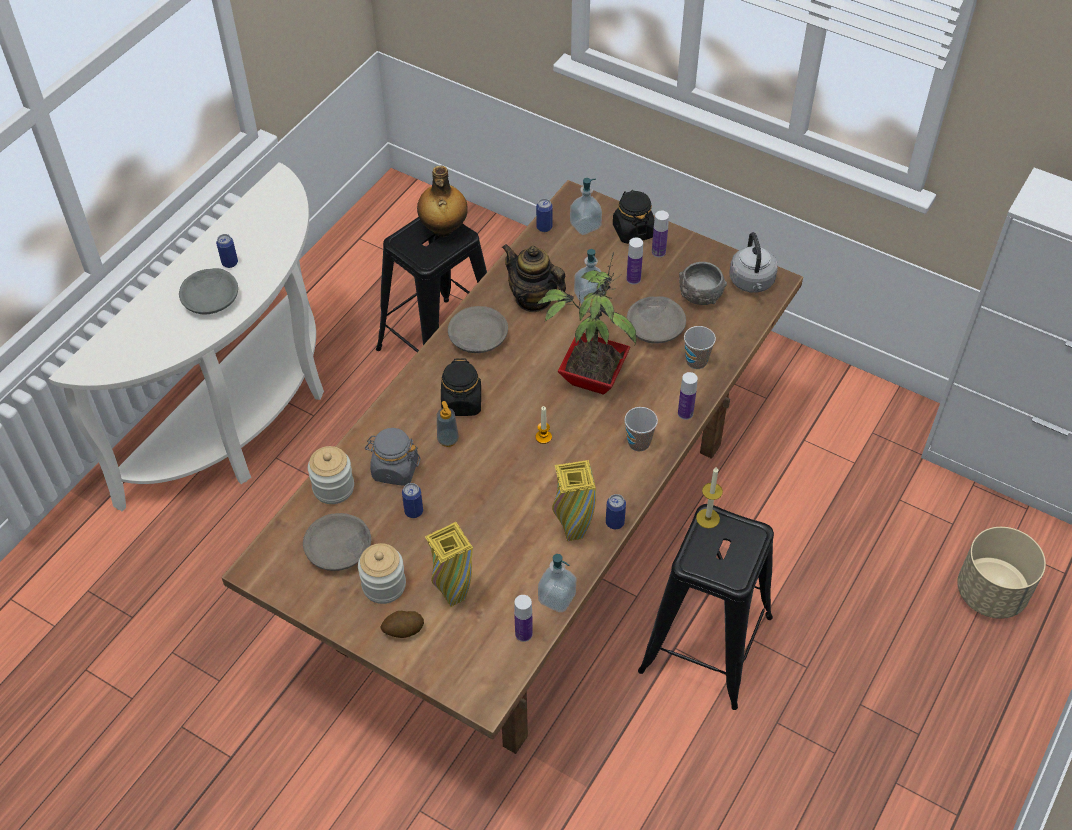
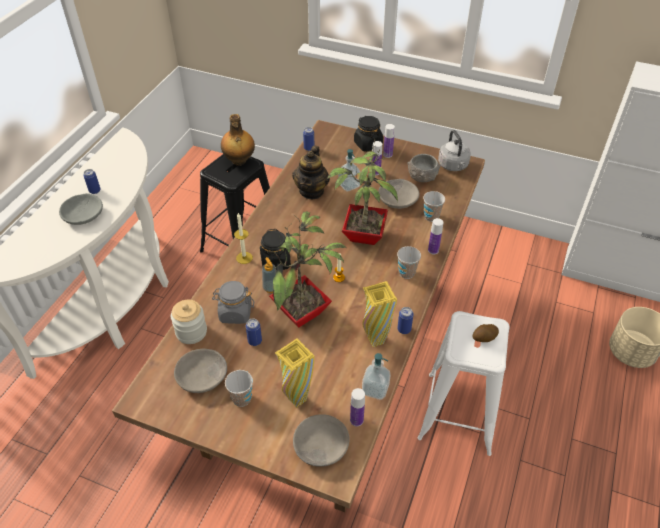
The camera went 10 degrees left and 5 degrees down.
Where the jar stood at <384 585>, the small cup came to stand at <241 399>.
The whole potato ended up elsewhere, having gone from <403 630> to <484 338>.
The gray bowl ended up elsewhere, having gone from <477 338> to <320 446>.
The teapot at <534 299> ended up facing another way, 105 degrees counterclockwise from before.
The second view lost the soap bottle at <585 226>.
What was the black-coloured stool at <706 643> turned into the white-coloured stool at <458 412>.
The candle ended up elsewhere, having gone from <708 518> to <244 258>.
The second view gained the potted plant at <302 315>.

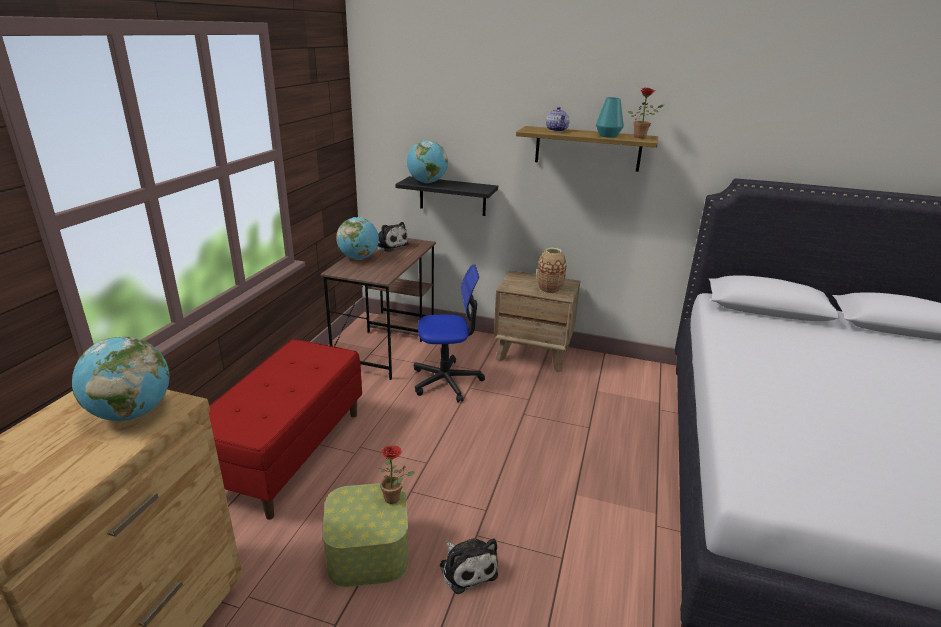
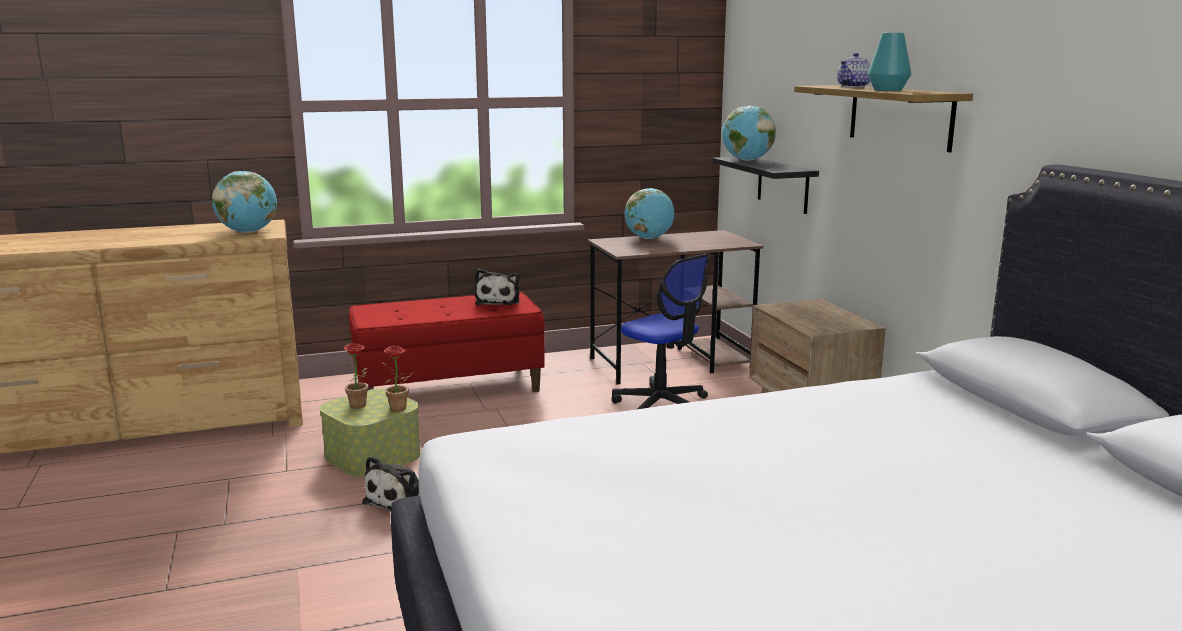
The camera went 55 degrees right and 10 degrees down.
The plush toy ended up elsewhere, having gone from <389 245> to <498 301>.
The second view lost the decorative vase at <549 289>.
The potted plant ended up elsewhere, having gone from <642 137> to <360 406>.

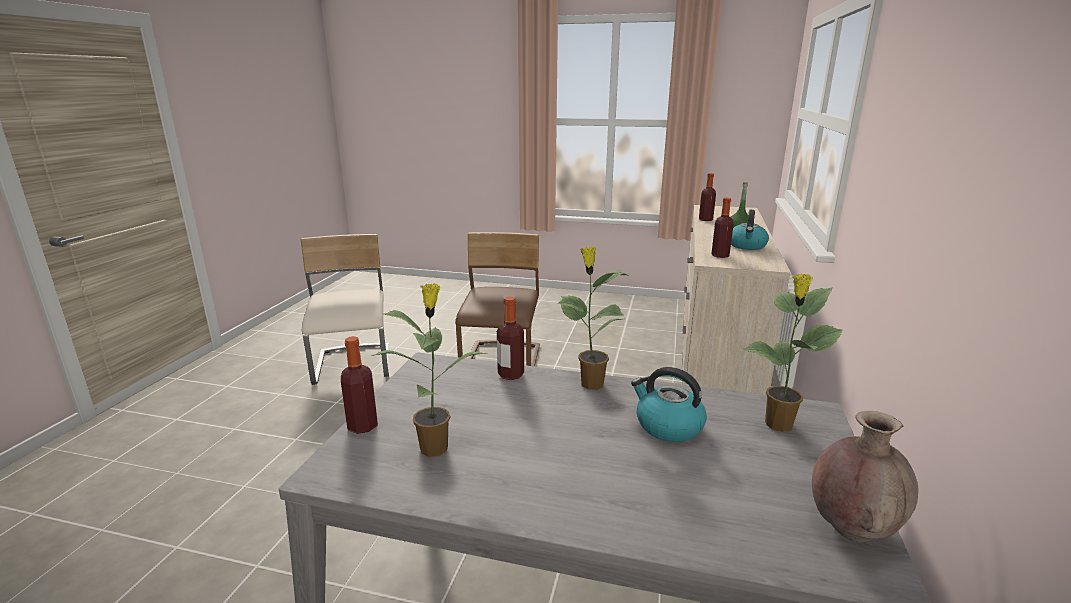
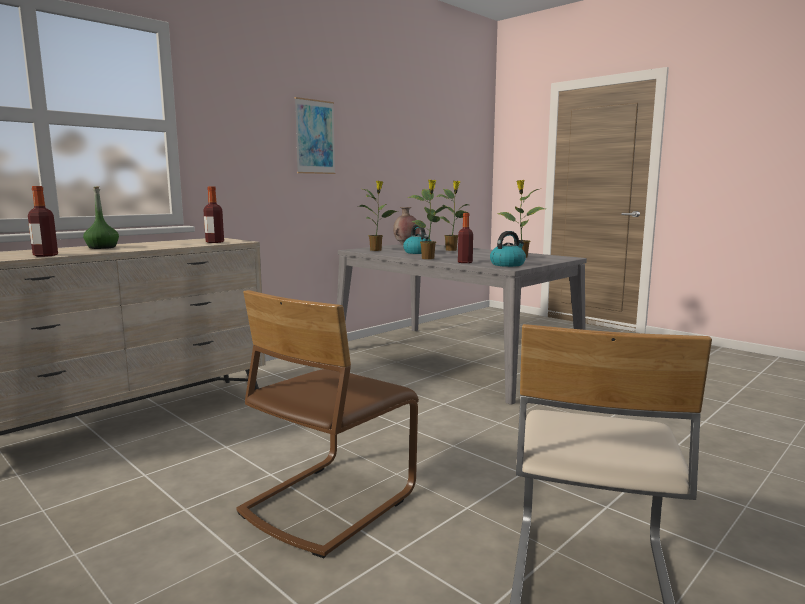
The camera went 150 degrees left and 10 degrees down.
The second view lost the drink bottle at <362 426>.
The kettle ended up elsewhere, having gone from <747 246> to <507 264>.
The second view gained the wall picture at <315 137>.
The second view gained the potted plant at <452 250>.

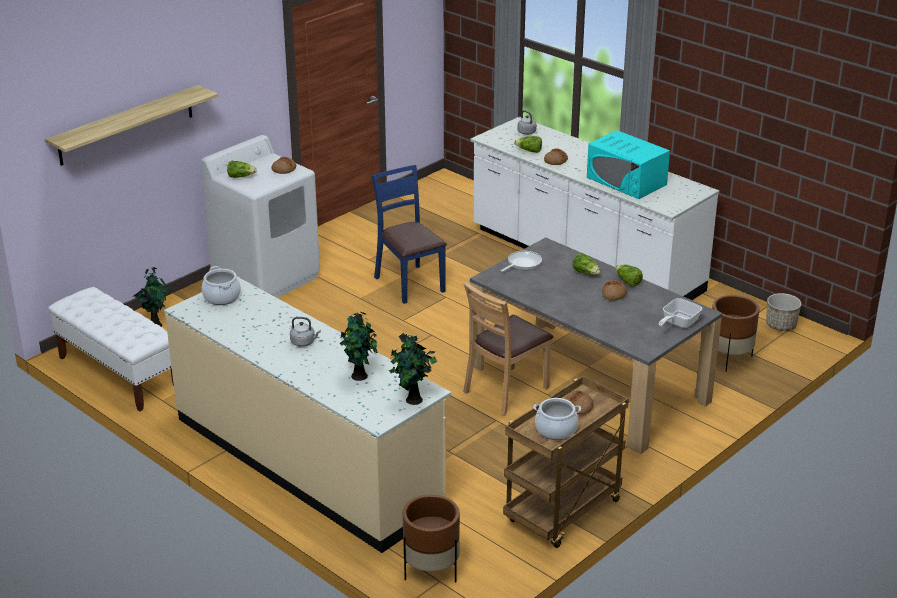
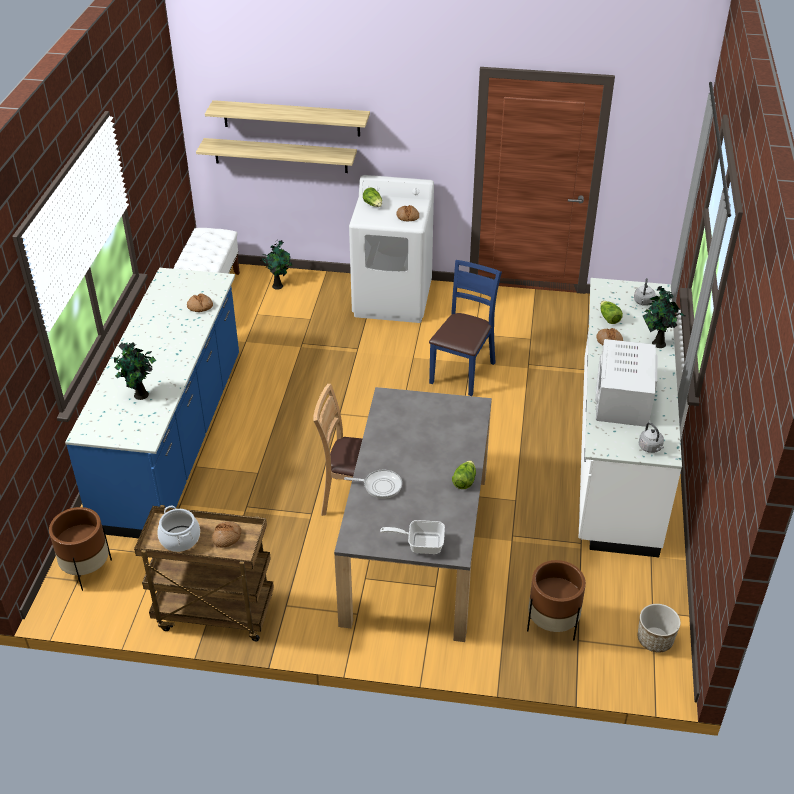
The camera went 55 degrees right and 10 degrees up.
What was the beige-coloured kitchen counter at <308 461> turned into the blue kitchen counter at <173 440>.
The second view lost the saucepot at <221 297>.
The gray kettle ended up elsewhere, having gone from <304 342> to <650 448>.
The potted plant ended up elsewhere, having gone from <413 400> to <657 343>.
The frying pan ended up elsewhere, having gone from <522 263> to <380 486>.
The second view lost the lettuce head at <586 273>.
What was the blue-green microwave at <626 181> turned into the white-coloured microwave at <623 398>.
The bakery bread ended up elsewhere, having gone from <614 294> to <200 307>.
The second view gained the wall shelf at <280 155>.

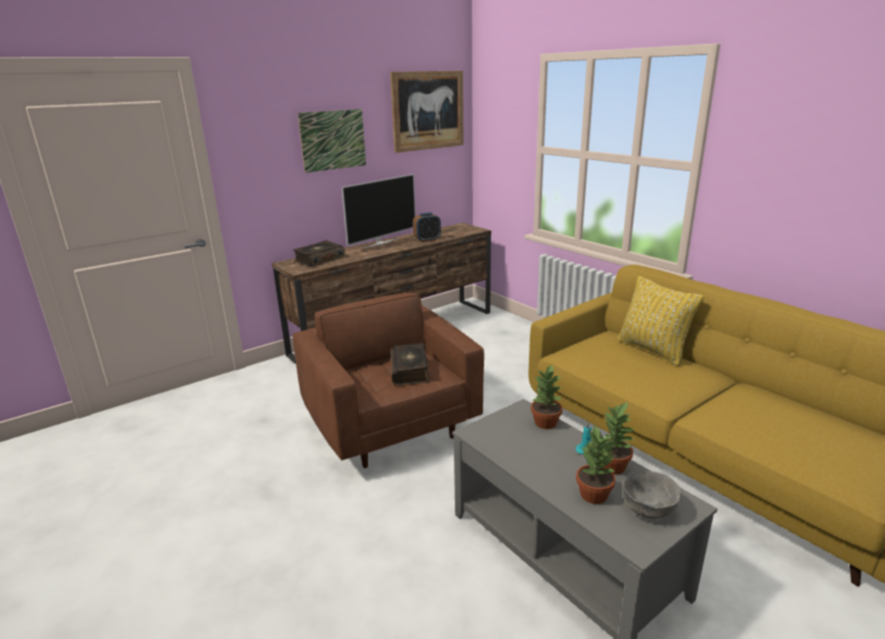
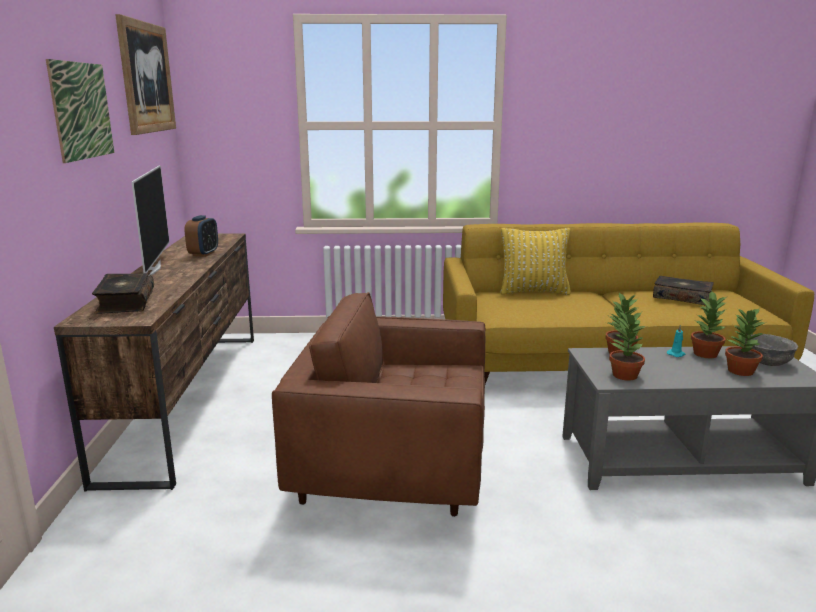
The camera went 55 degrees left and 5 degrees down.
The volume ended up elsewhere, having gone from <410 370> to <682 297>.
The second view gained the potted plant at <624 375>.

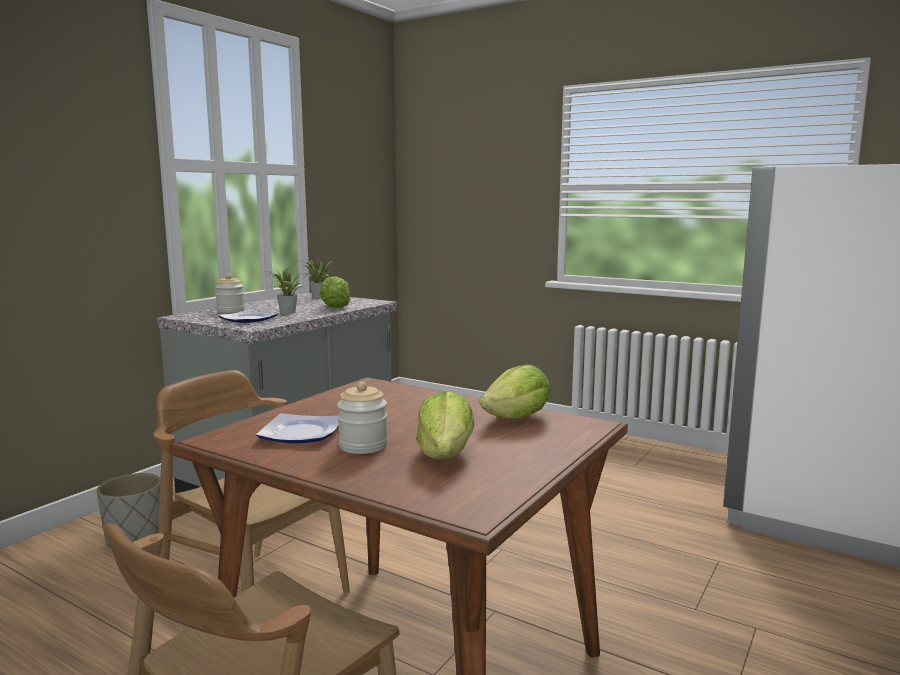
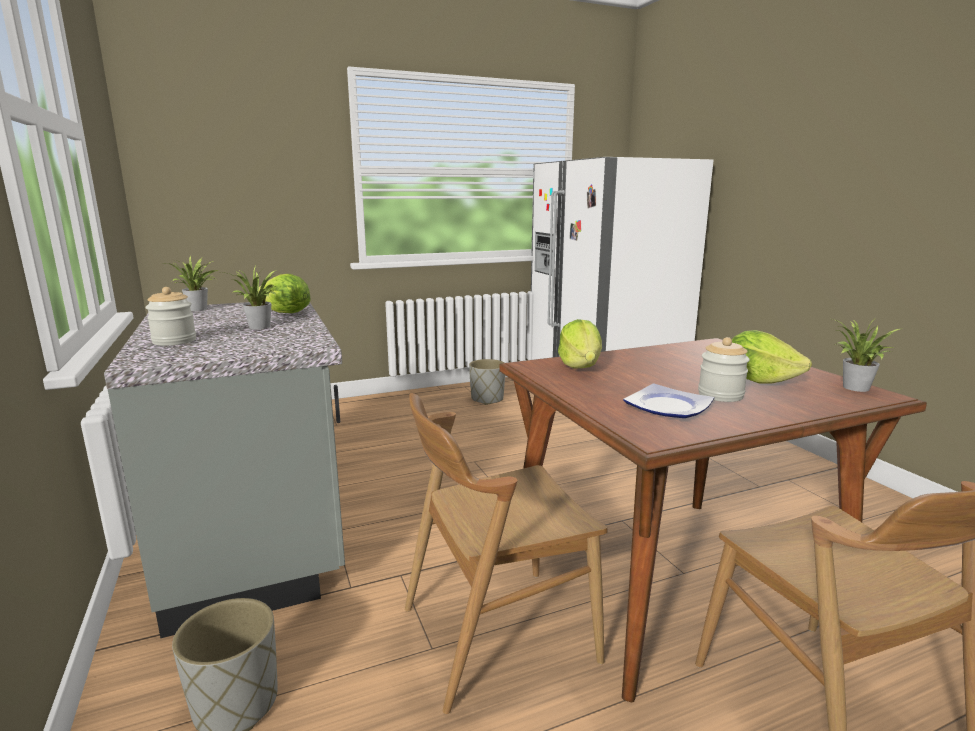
The camera went 55 degrees left and 5 degrees up.
The second view lost the flat dish at <249 319>.
The lettuce head ended up elsewhere, having gone from <517 418> to <580 366>.
The second view gained the gray plant pot at <487 399>.
The second view gained the potted plant at <854 388>.

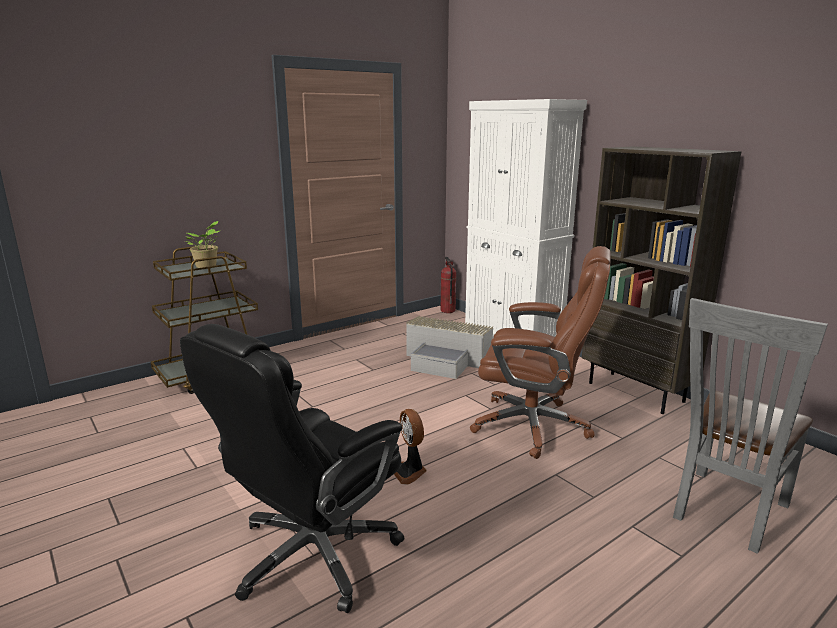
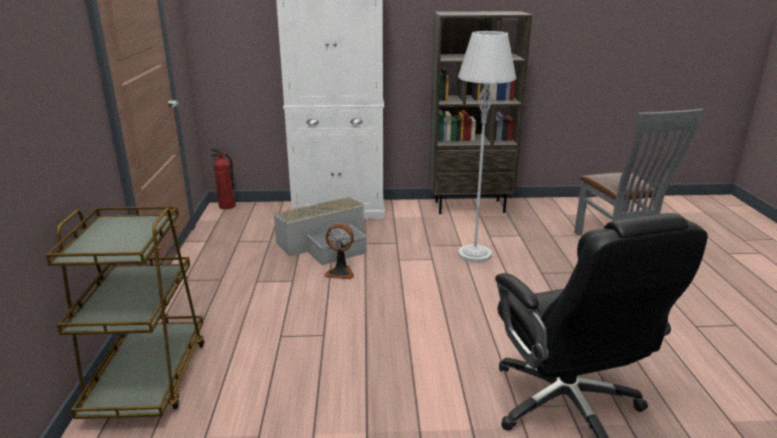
The camera went 55 degrees left and 5 degrees up.
The second view lost the potted plant at <207 266>.
The electric fan ended up elsewhere, having gone from <409 471> to <340 272>.
Where the brown-coloured desk chair stood at <534 426>, the gray floor lamp came to stand at <475 254>.

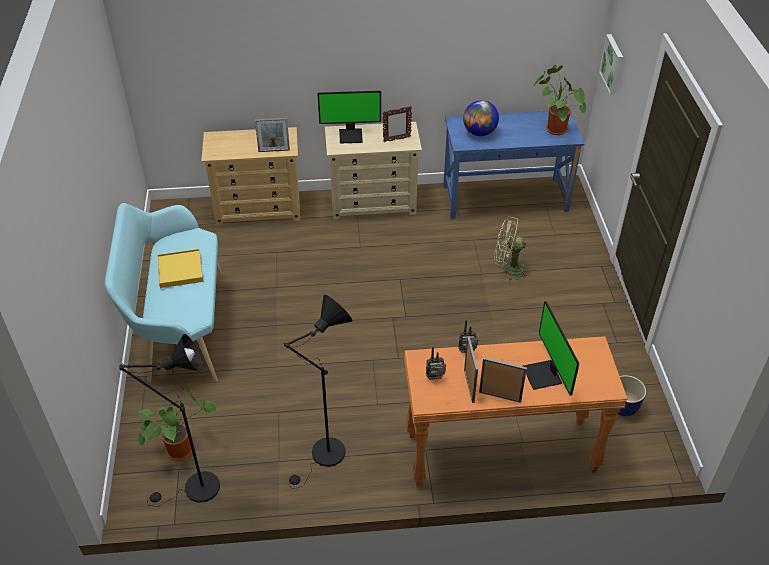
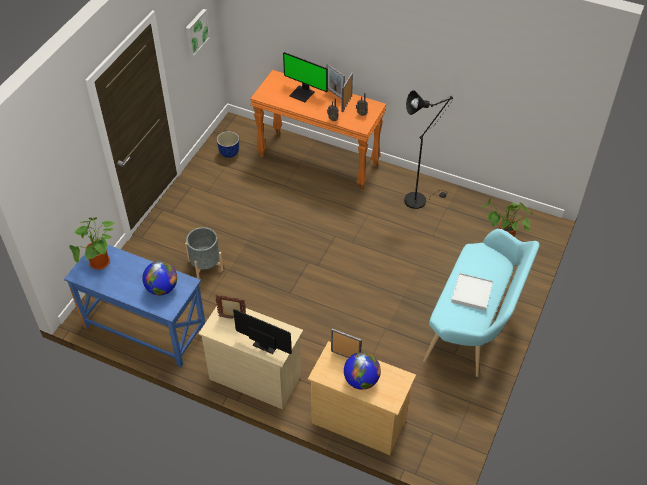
The camera went 150 degrees left and 5 degrees up.
The second view lost the black-coloured floor lamp at <195 490>.
What was the yellow tray at <180 270> turned into the white-coloured tray at <471 293>.
Where the green electric fan stood at <507 268>, the gray plant pot came to stand at <205 265>.
The computer display at <544 375> ended up facing another way, 105 degrees clockwise from before.
The wall picture ended up elsewhere, having gone from <613 64> to <196 32>.
The second view gained the desk globe at <361 380>.

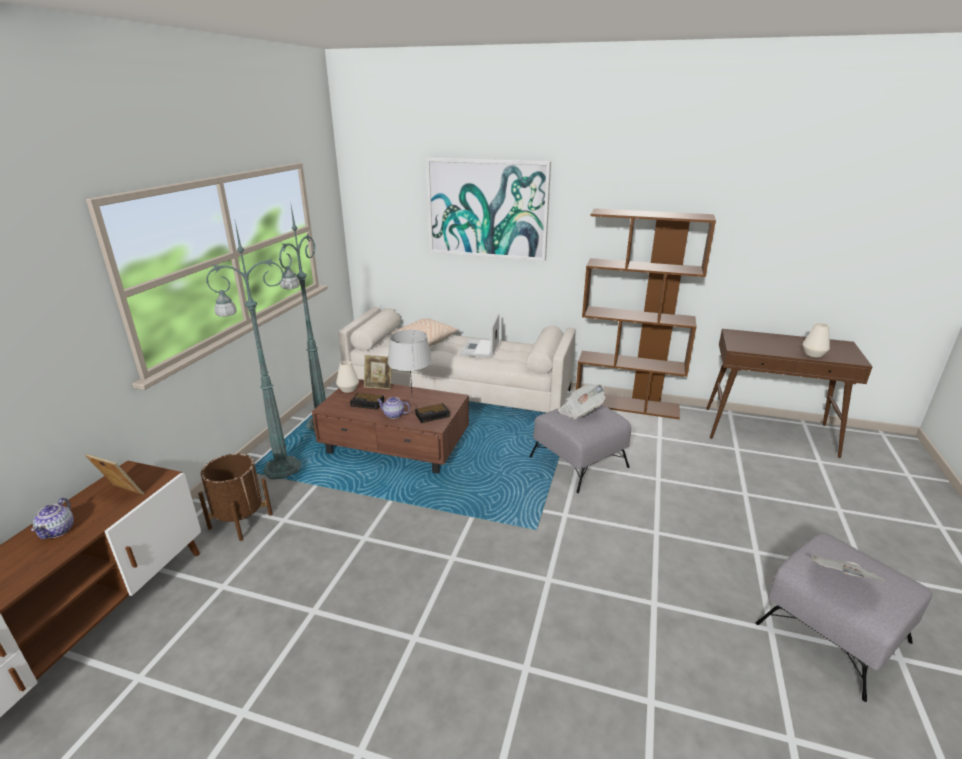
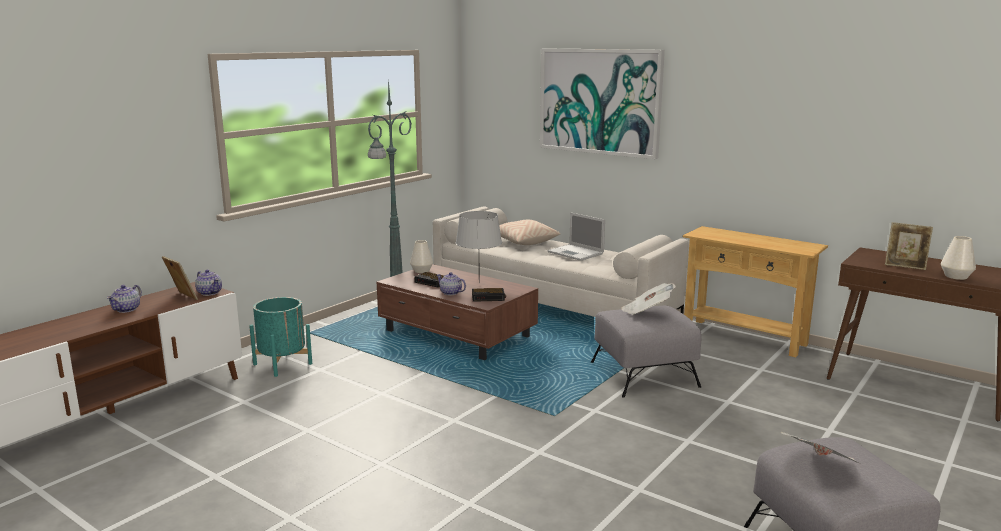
The camera went 20 degrees right and 10 degrees down.
What was the brown-coloured plant pot at <240 521> turned into the blue-green plant pot at <282 364>.
The second view lost the green floor lamp at <280 469>.
The standing frame ended up elsewhere, having gone from <379 386> to <905 266>.
The laptop at <480 349> ended up facing another way, 75 degrees counterclockwise from before.
Where the brown-coloured bookshelf stood at <627 404>, the beige-coloured console table came to stand at <744 337>.
The second view gained the teapot at <209 292>.

